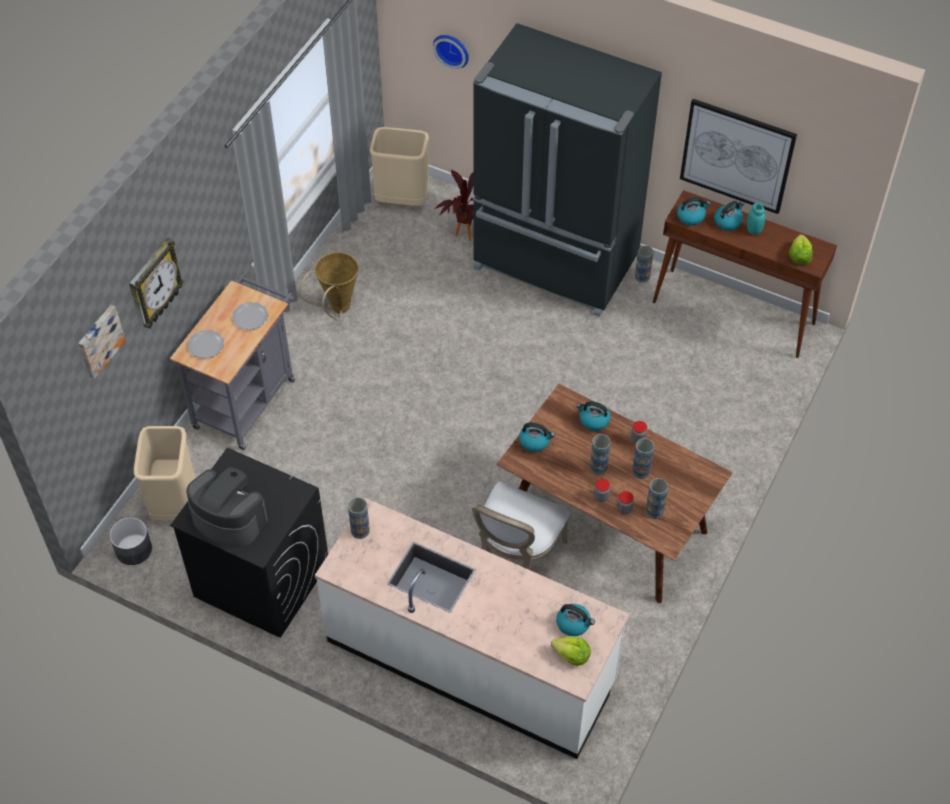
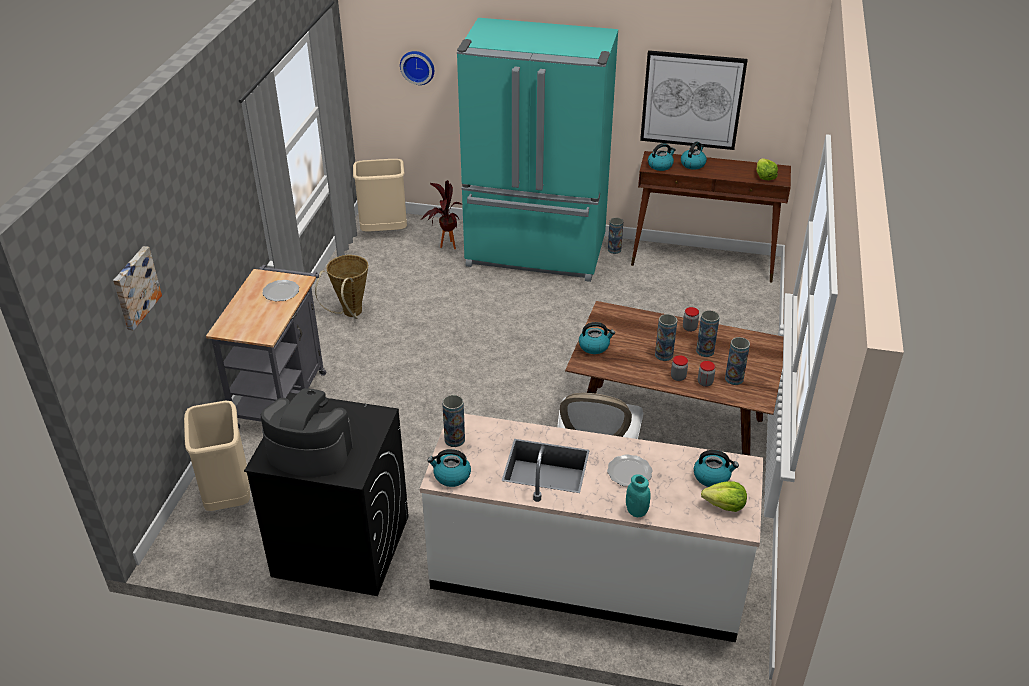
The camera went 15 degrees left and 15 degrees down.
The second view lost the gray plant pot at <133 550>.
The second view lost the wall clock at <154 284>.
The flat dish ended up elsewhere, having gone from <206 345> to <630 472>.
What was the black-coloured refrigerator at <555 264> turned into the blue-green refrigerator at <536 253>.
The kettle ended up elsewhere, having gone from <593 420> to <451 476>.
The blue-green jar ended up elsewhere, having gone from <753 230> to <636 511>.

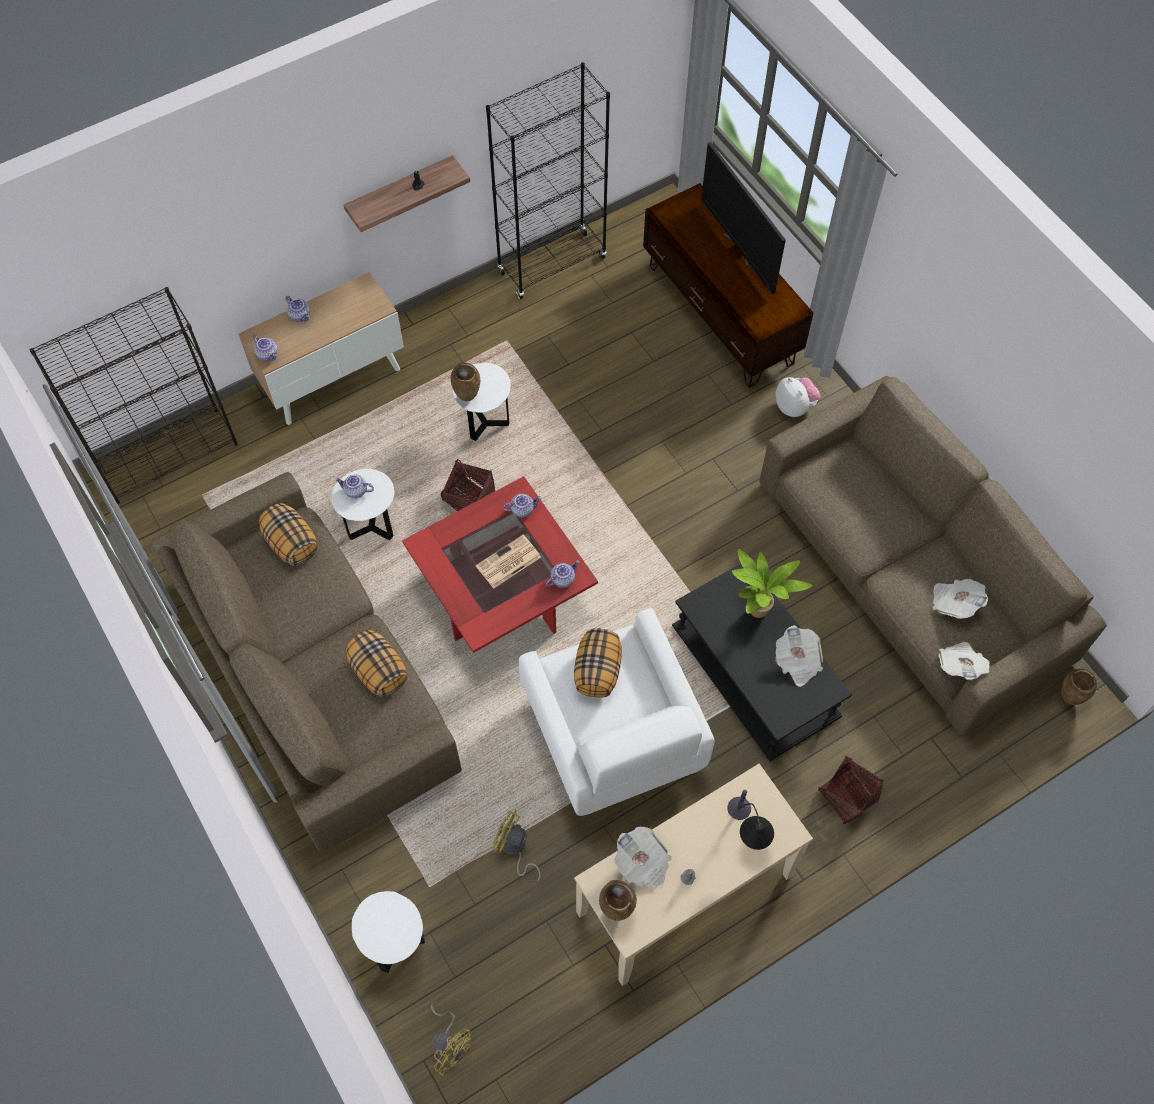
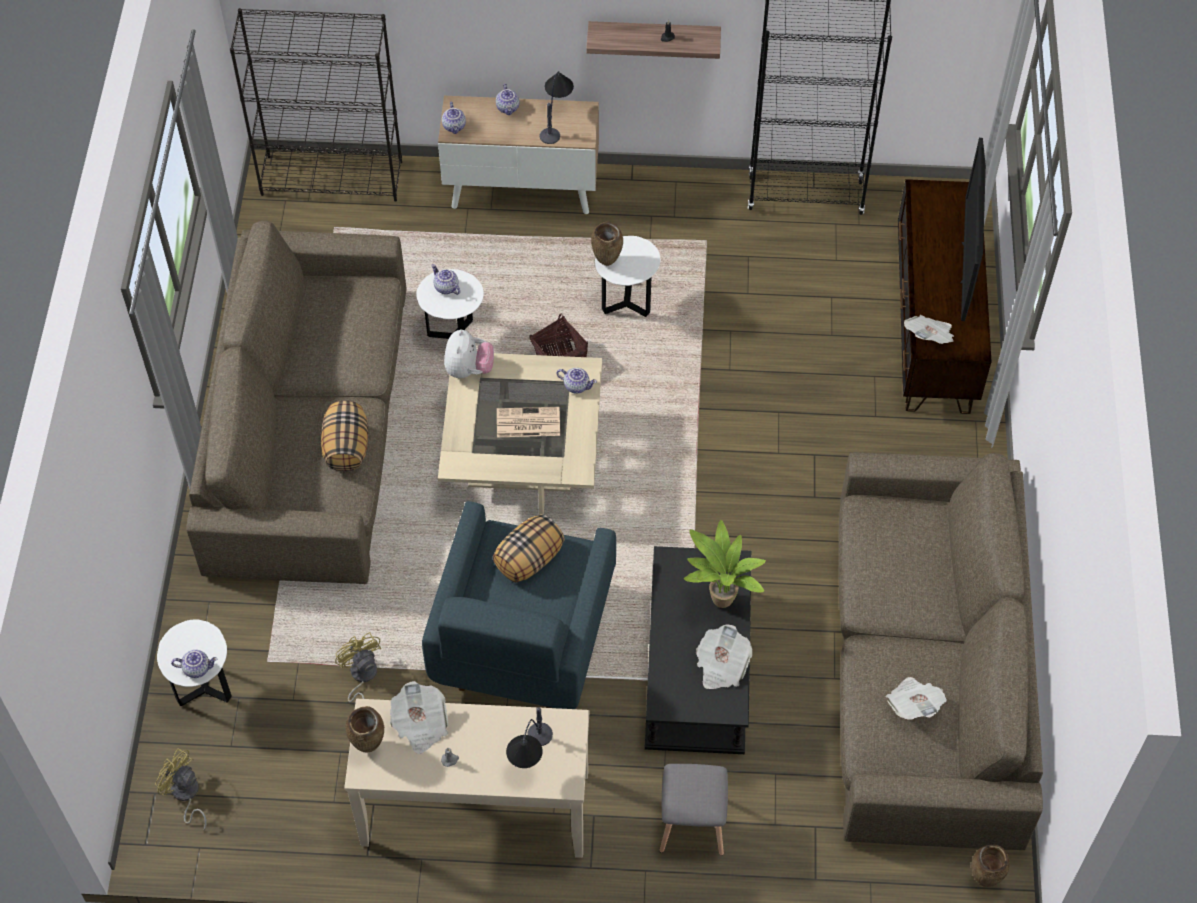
The camera went 35 degrees right and 5 degrees down.
The second view lost the cushion at <291 543>.
What was the red-coloured lounge table at <502 592> turned into the beige-coloured lounge table at <523 458>.
The yellow electric fan at <450 1044> ended up facing another way, 135 degrees clockwise from before.
What was the white-coloured easy chair at <613 735> turned into the blue easy chair at <522 639>.
The teapot ended up elsewhere, having gone from <562 579> to <197 668>.
The plush toy ended up elsewhere, having gone from <794 406> to <469 369>.
Where the basket stood at <847 796>, the gray stool came to stand at <691 825>.
The daily paper ended up elsewhere, having gone from <960 665> to <929 337>.
The second view gained the table lamp at <555 120>.

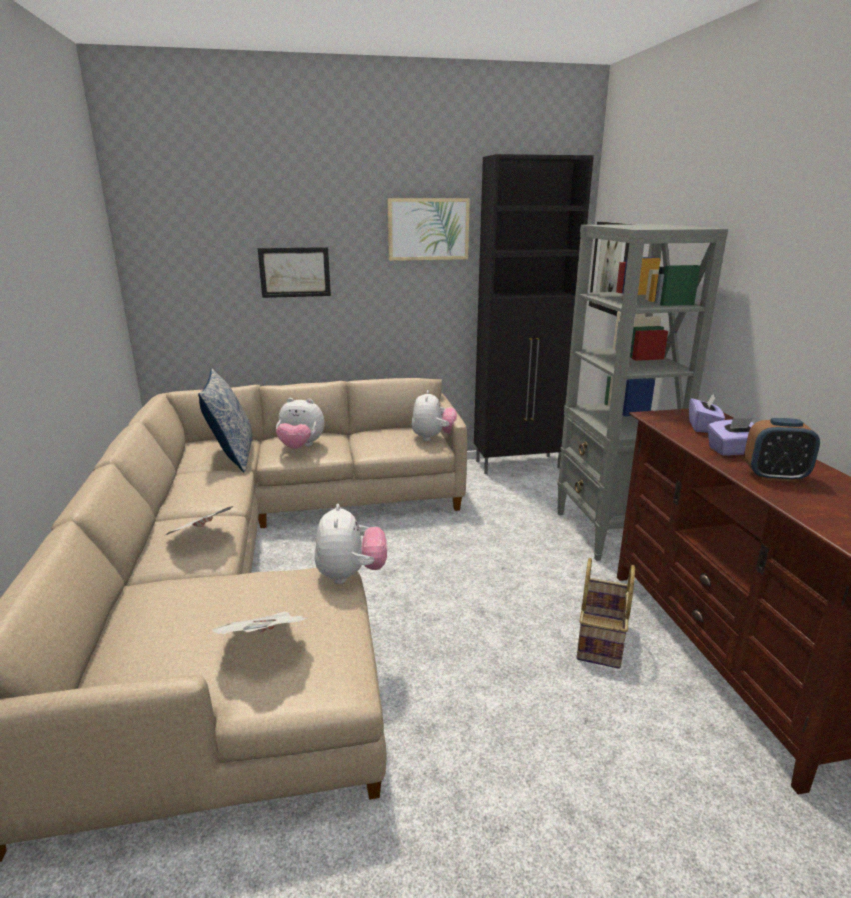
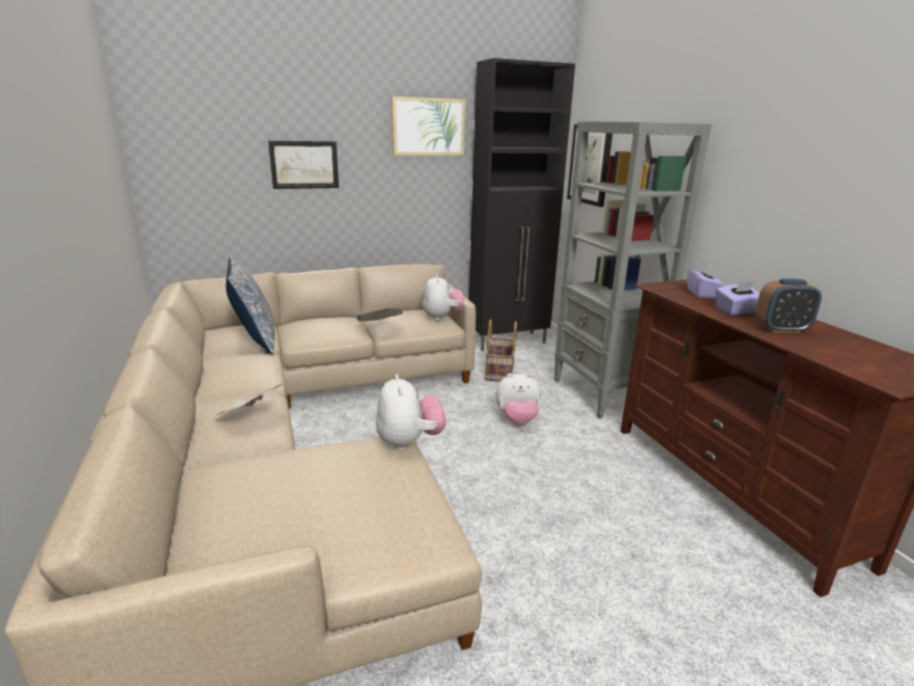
The camera went 10 degrees left and 0 degrees up.
The daily paper ended up elsewhere, having gone from <265 642> to <379 327>.
The plush toy ended up elsewhere, having gone from <301 447> to <517 420>.
The basket ended up elsewhere, having gone from <602 640> to <500 372>.

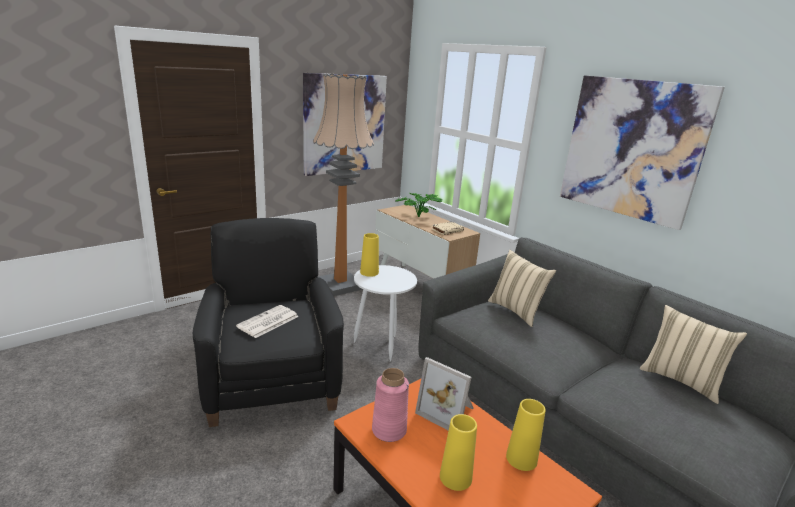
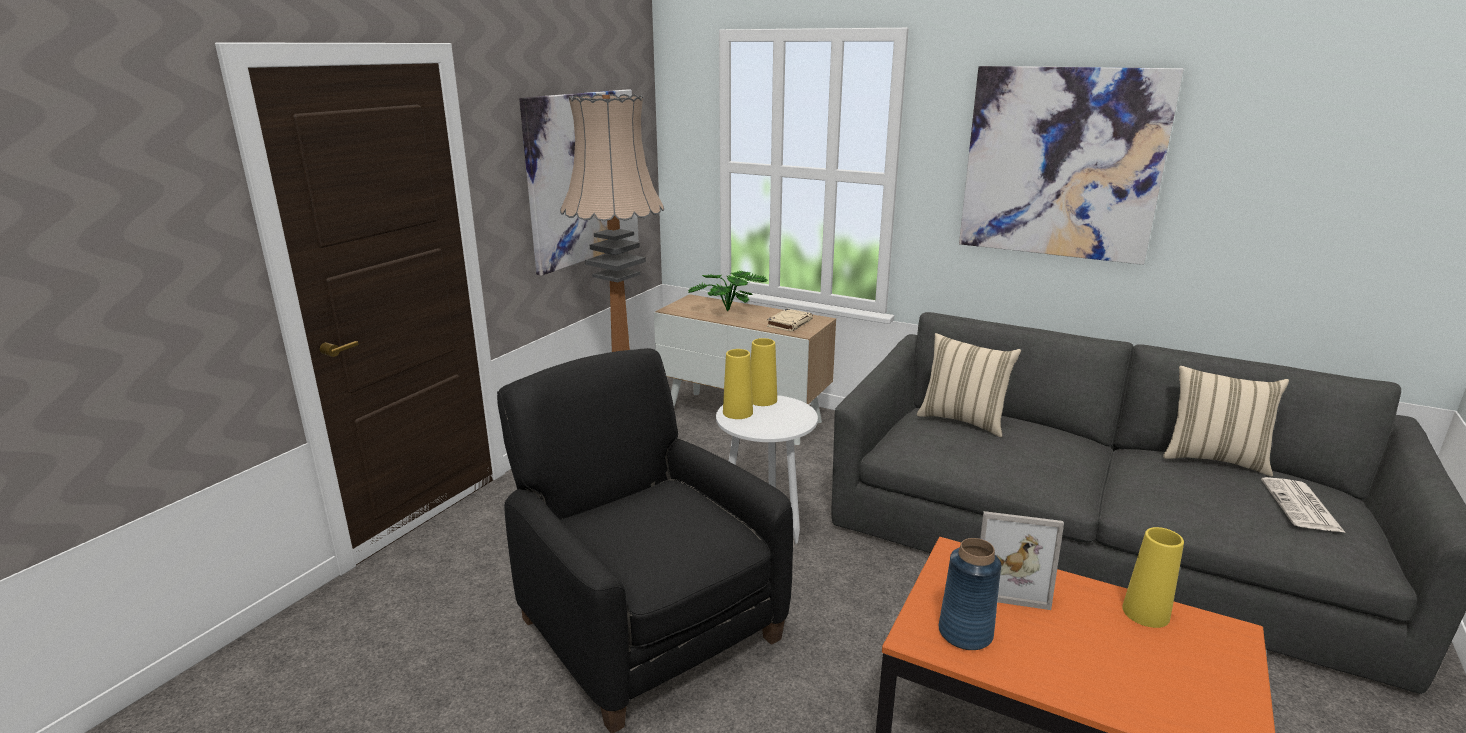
The camera went 20 degrees left and 0 degrees up.
The daily paper ended up elsewhere, having gone from <268 322> to <1302 506>.
What was the pink-coloured decorative vase at <388 430> turned into the blue decorative vase at <964 633>.
The yellow decorative vase ended up elsewhere, having gone from <455 477> to <762 400>.

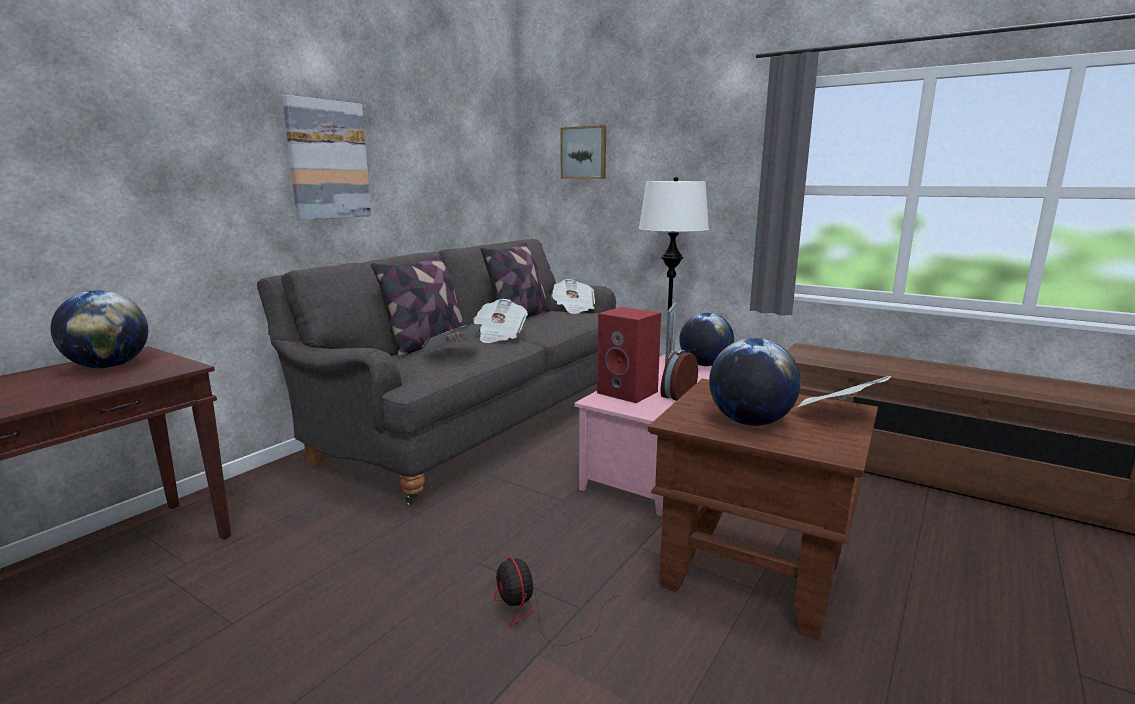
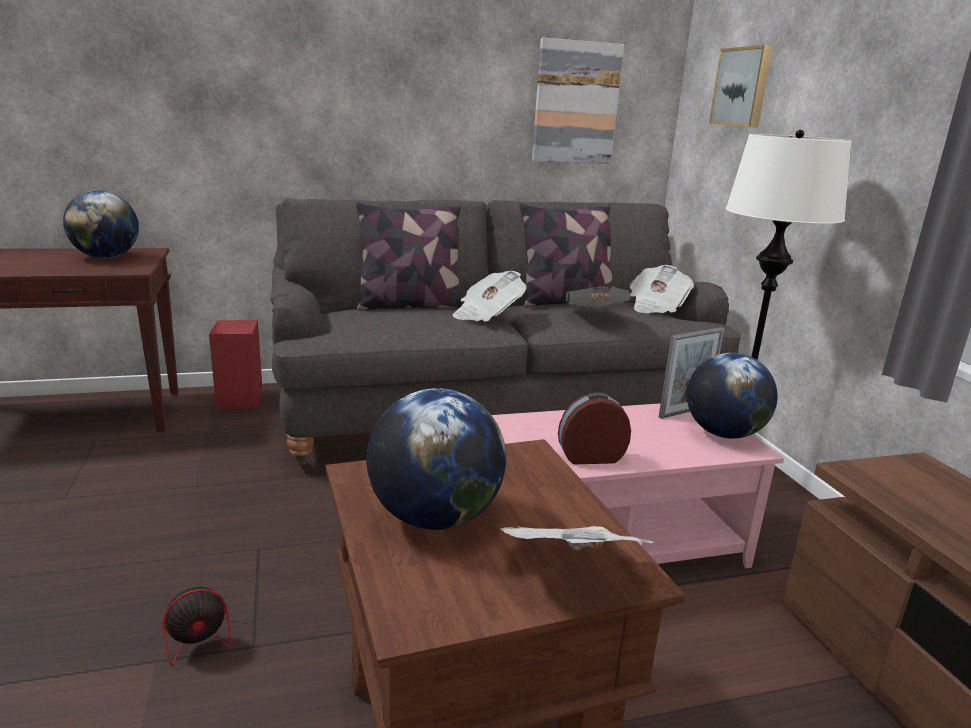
The camera went 40 degrees right and 5 degrees up.
The wall picture ended up elsewhere, having gone from <328 160> to <575 103>.
The daily paper ended up elsewhere, having gone from <451 354> to <595 315>.
The electric fan at <538 615> ended up facing another way, 135 degrees counterclockwise from before.
The red-coloured audio speaker ended up elsewhere, having gone from <629 392> to <241 400>.

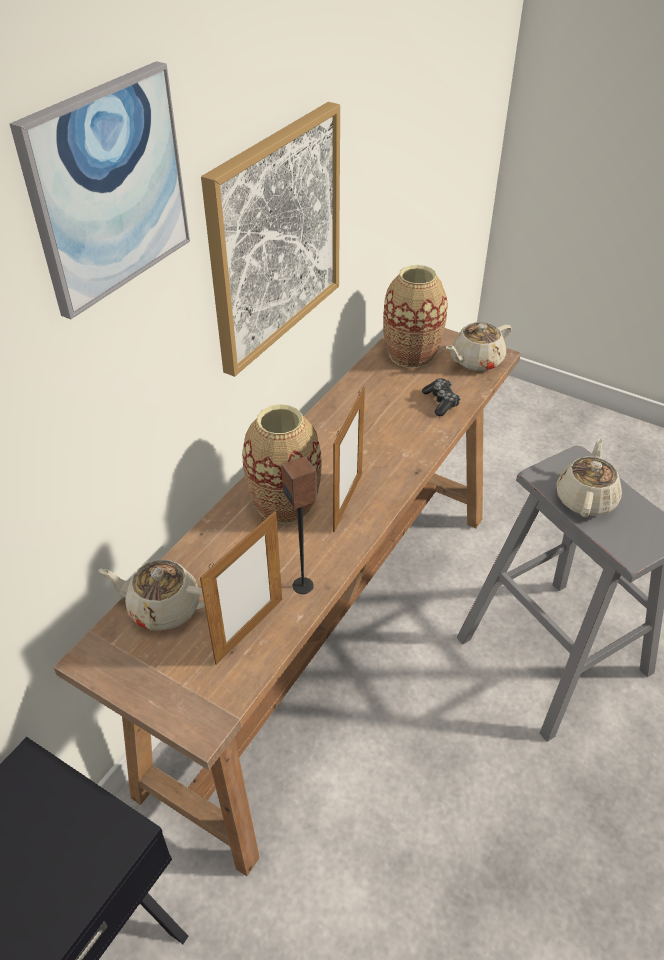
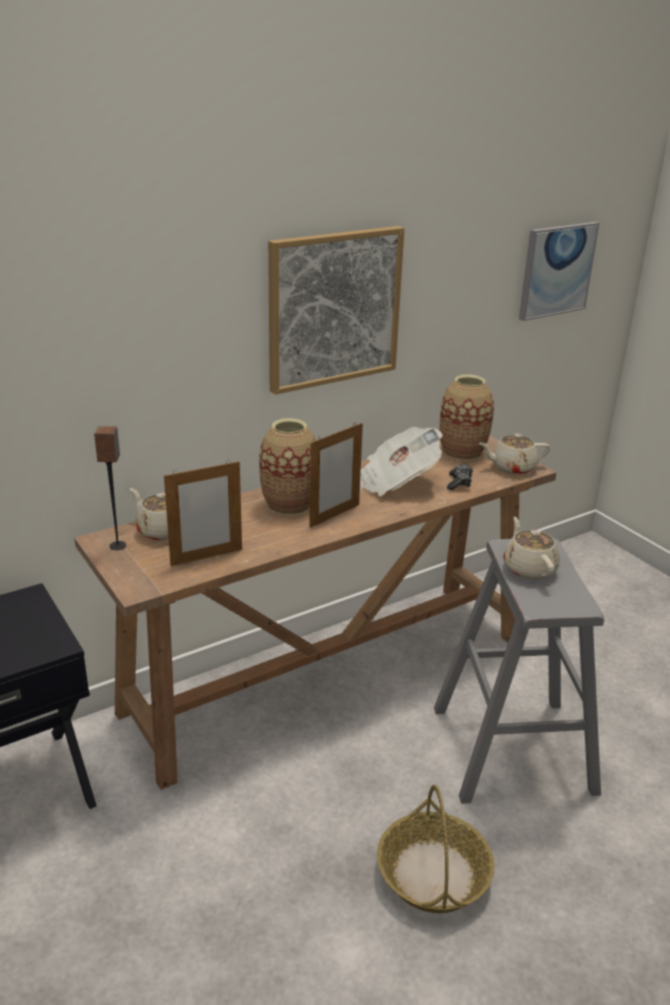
The camera went 25 degrees right and 15 degrees down.
The wall picture ended up elsewhere, having gone from <108 189> to <556 270>.
The audio speaker ended up elsewhere, having gone from <303 585> to <118 546>.
The beige-coloured teapot at <585 499> ended up facing another way, 60 degrees counterclockwise from before.
The second view gained the daily paper at <394 481>.
The second view gained the basket at <432 873>.

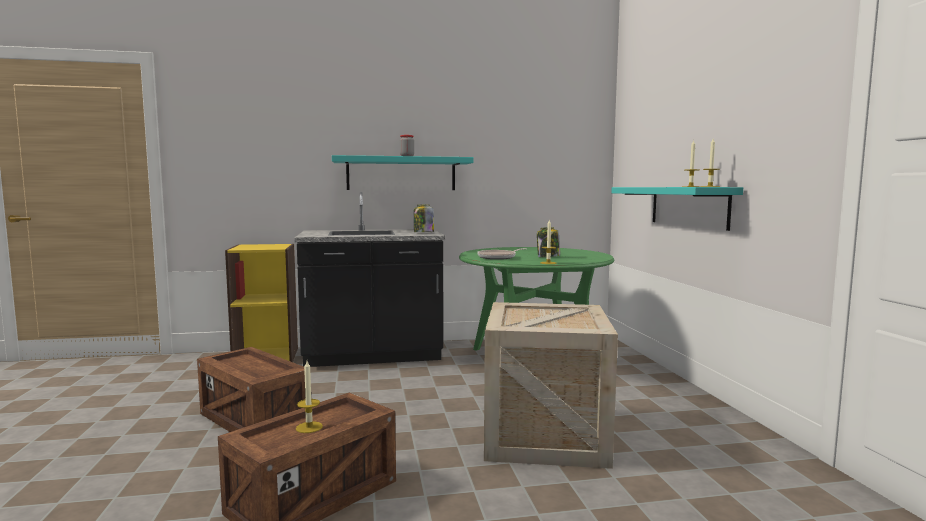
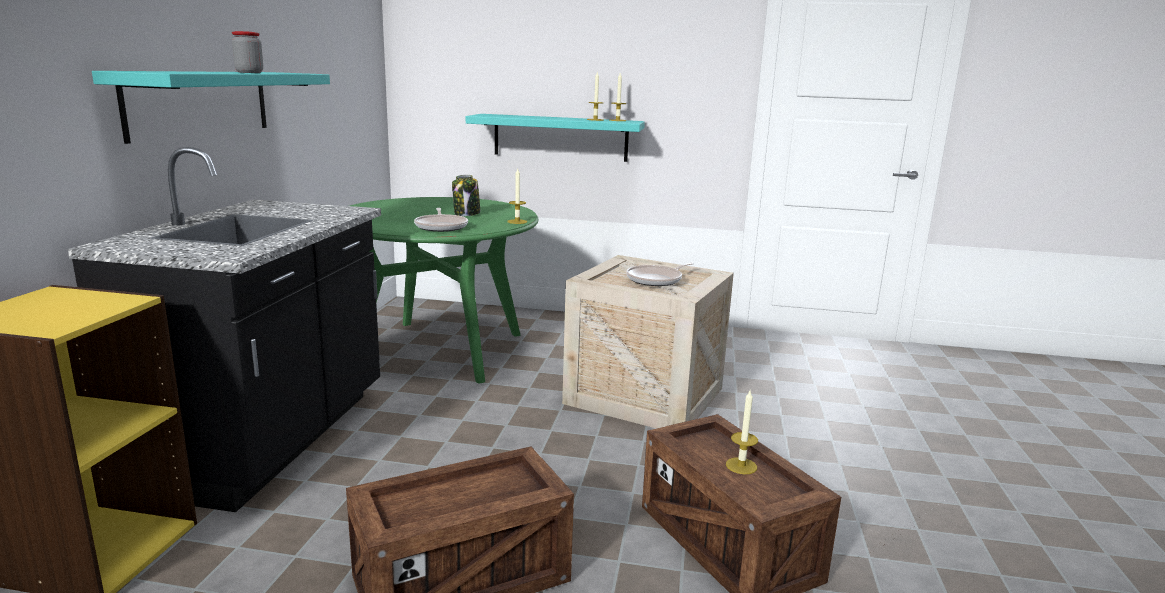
The camera went 70 degrees left and 10 degrees up.
The second view lost the jar at <423 232>.
The second view gained the frying pan at <656 280>.

